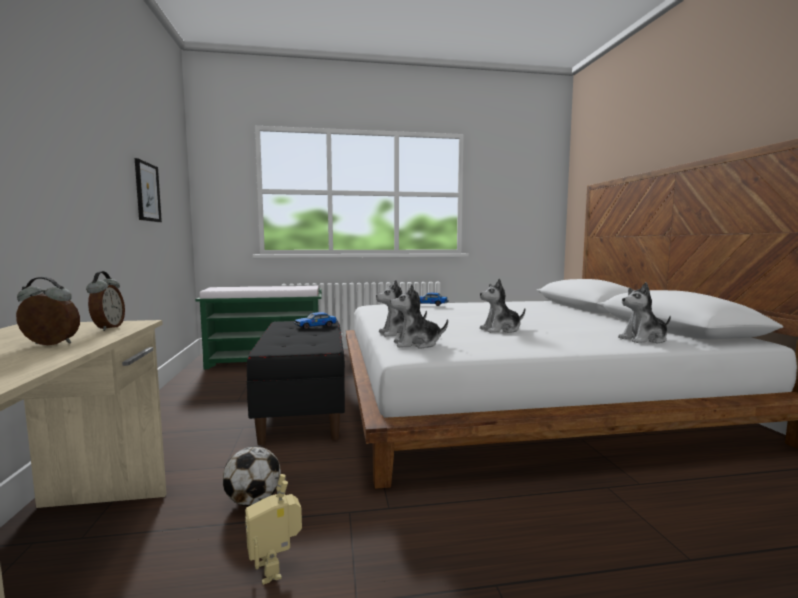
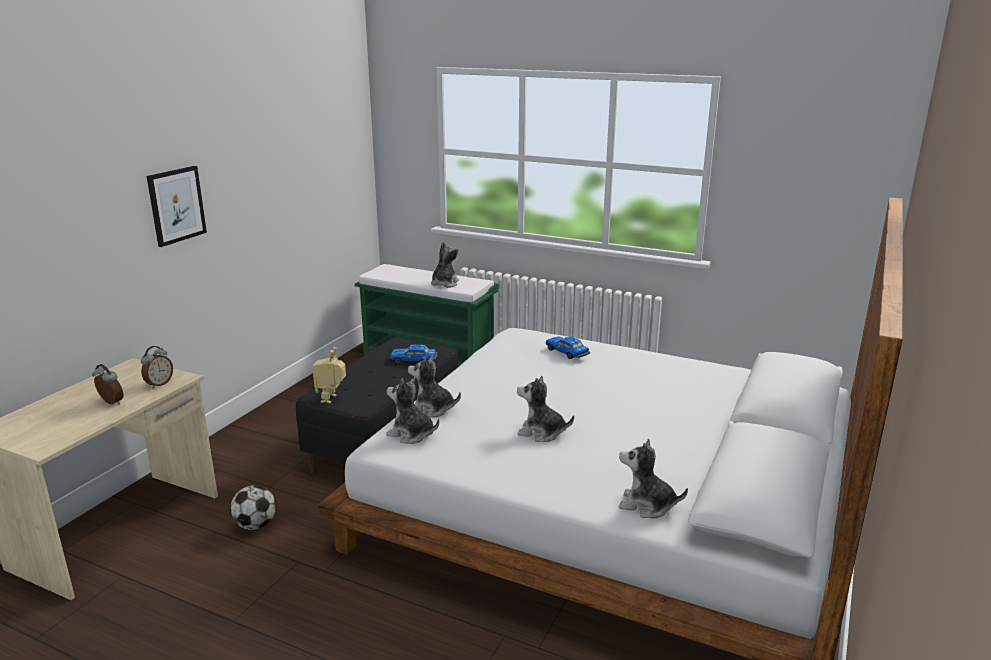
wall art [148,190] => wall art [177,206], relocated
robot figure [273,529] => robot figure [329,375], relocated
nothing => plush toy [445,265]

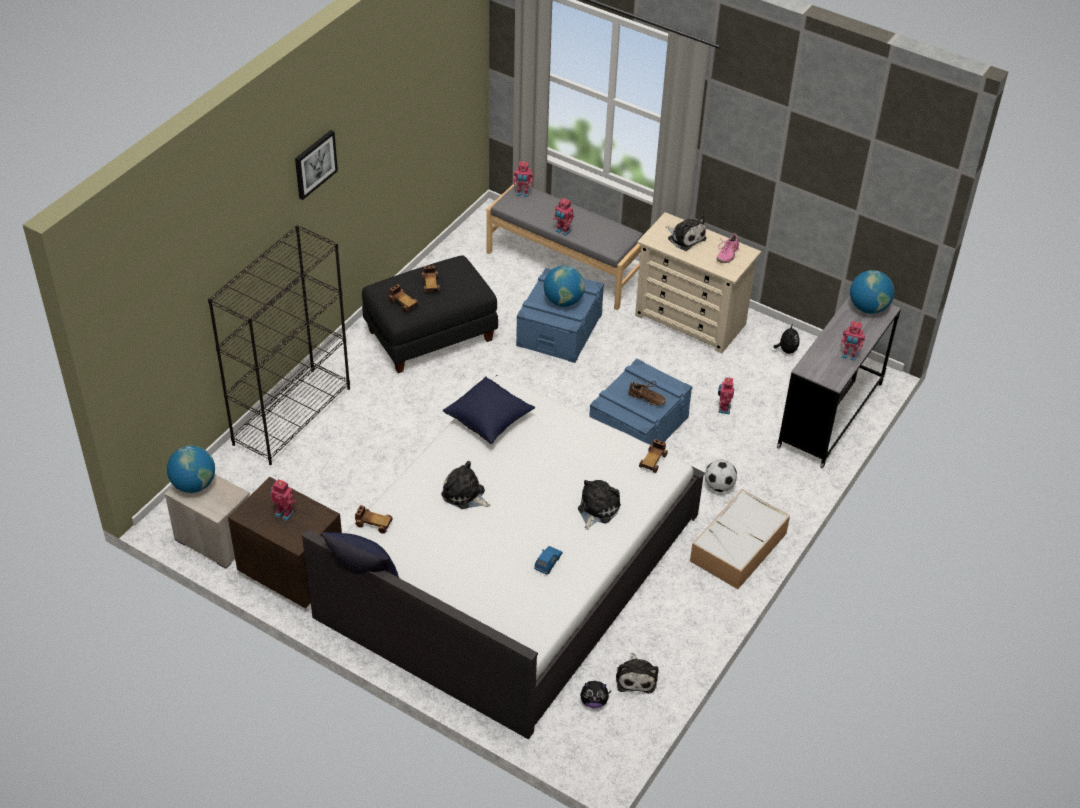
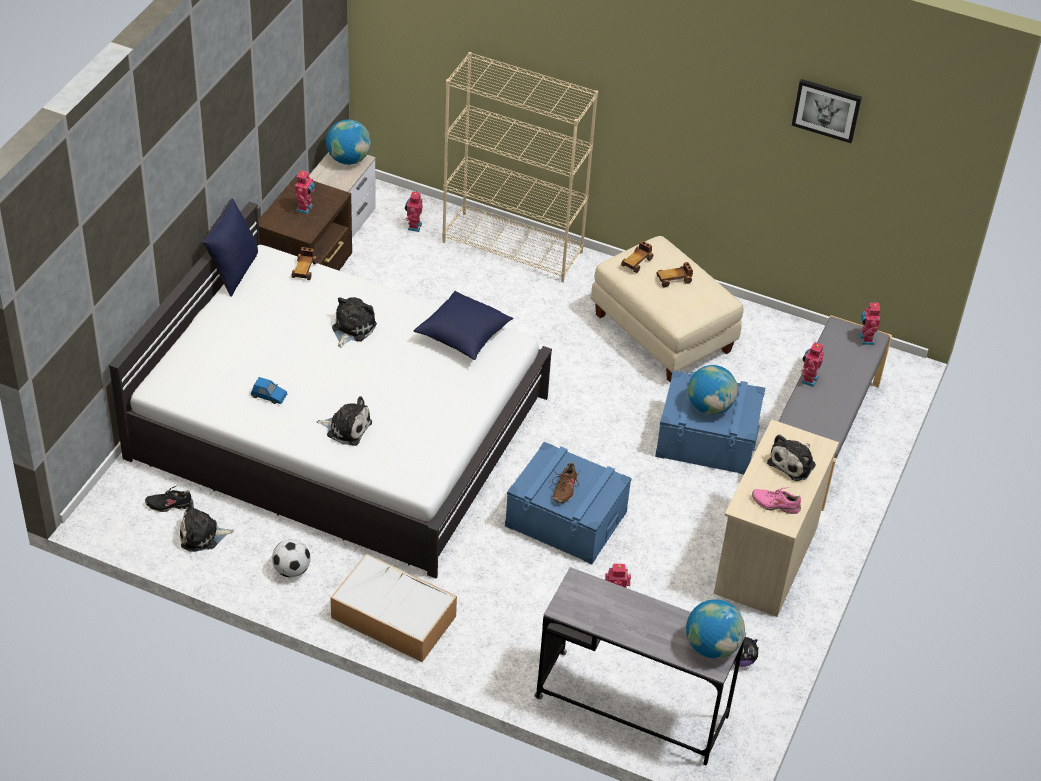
plush toy [595,694] => low shoe/black [169,498]
football ball [721,476] => football ball [291,558], relocated
robot figure [853,341] => robot figure [413,211], relocated
bookcase/black [279,344] => bookcase/beige-coloured [520,167]
ottoman/black [430,314] => ottoman/beige-coloured [667,309]
wall art [316,165] => wall art [827,111], relocated
toy car [653,456] => nothing

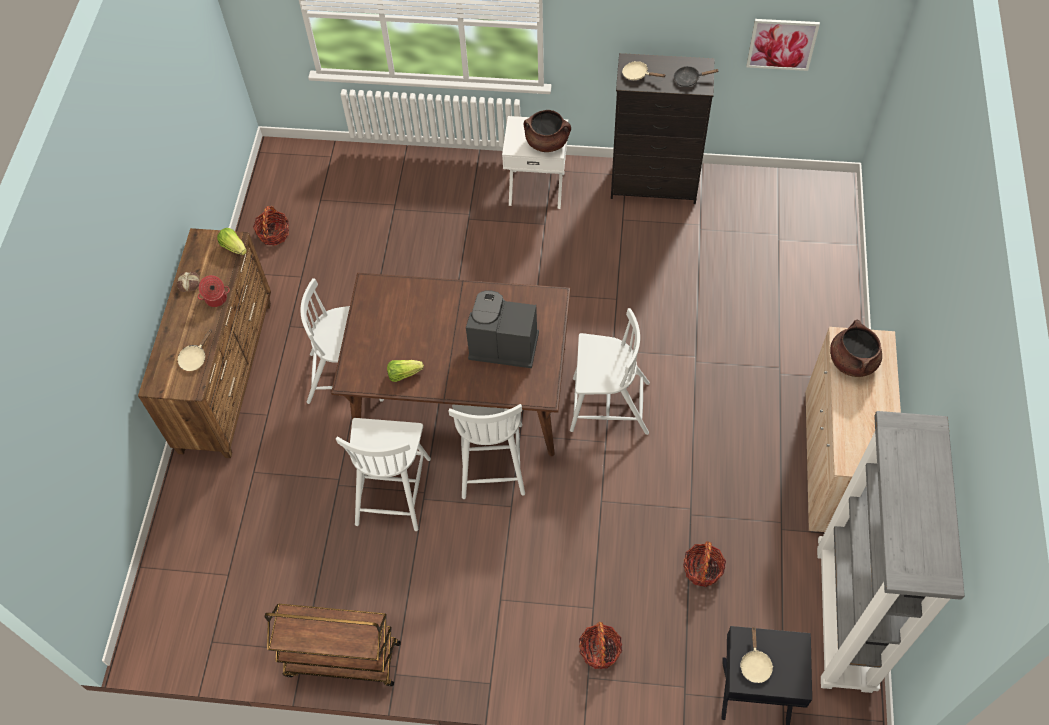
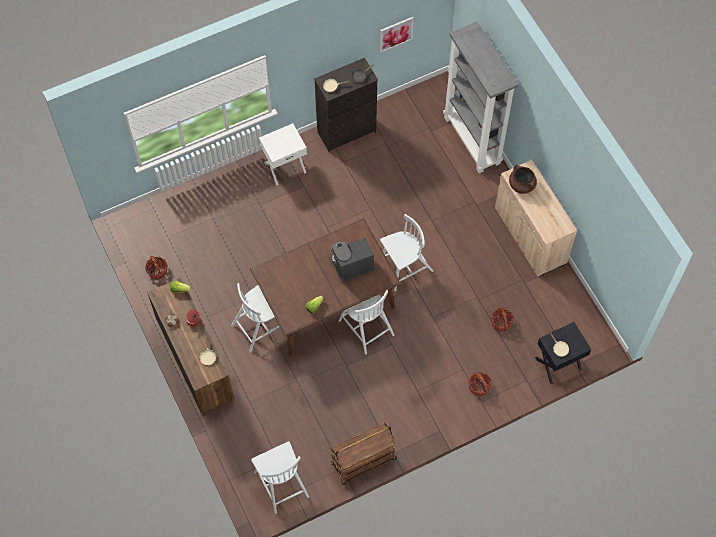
upright chair/whitish [383,474] => upright chair/whitish [280,477], relocated
bookcase/greyish [891,552] => bookcase/greyish [481,97], relocated
cooking pot/brownish [547,131] => nothing

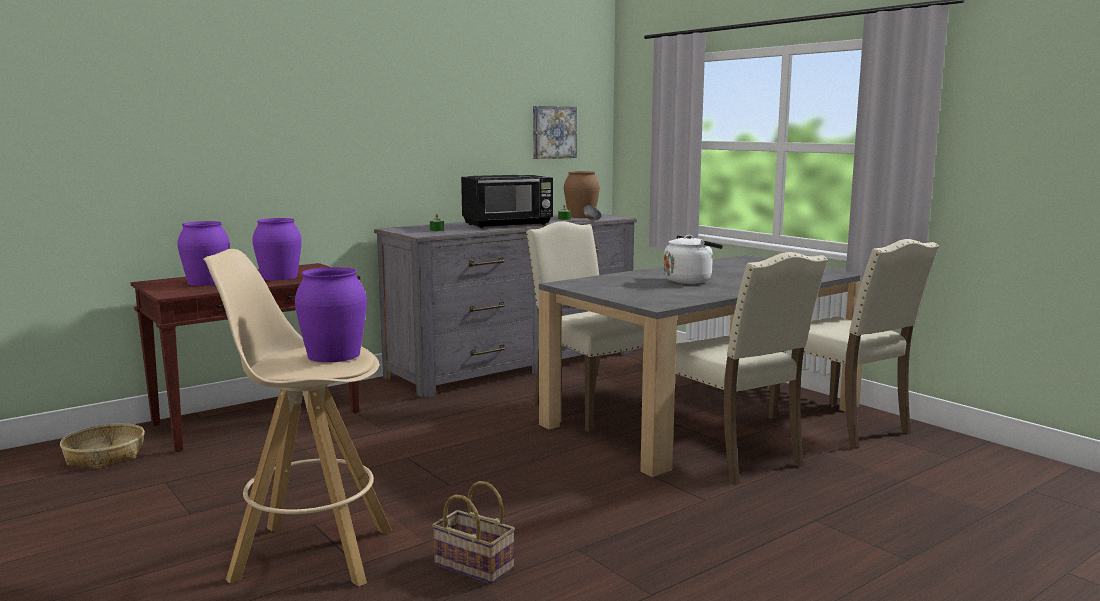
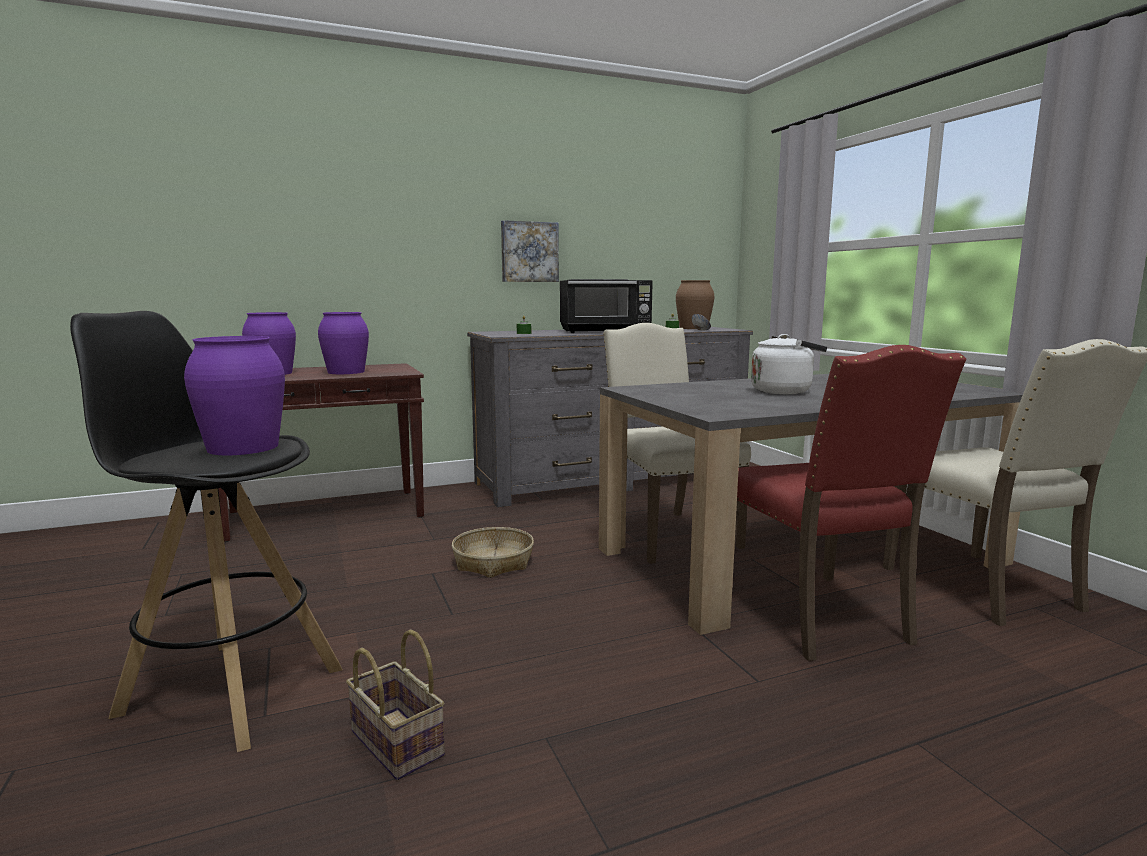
sitting stool/beige-coloured [297,417] => sitting stool/black [206,531]
household basket [102,446] => household basket [493,552], relocated
wall art [555,132] => wall art [530,251], relocated
upright chair/beige-coloured [751,368] => upright chair/red [850,503]

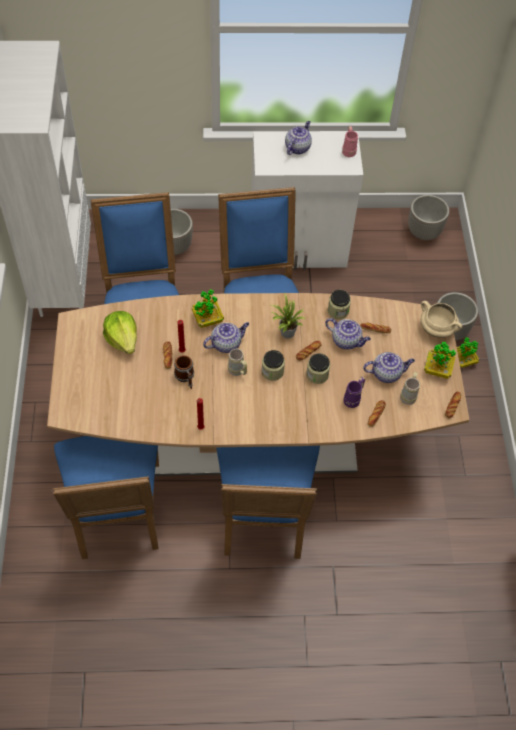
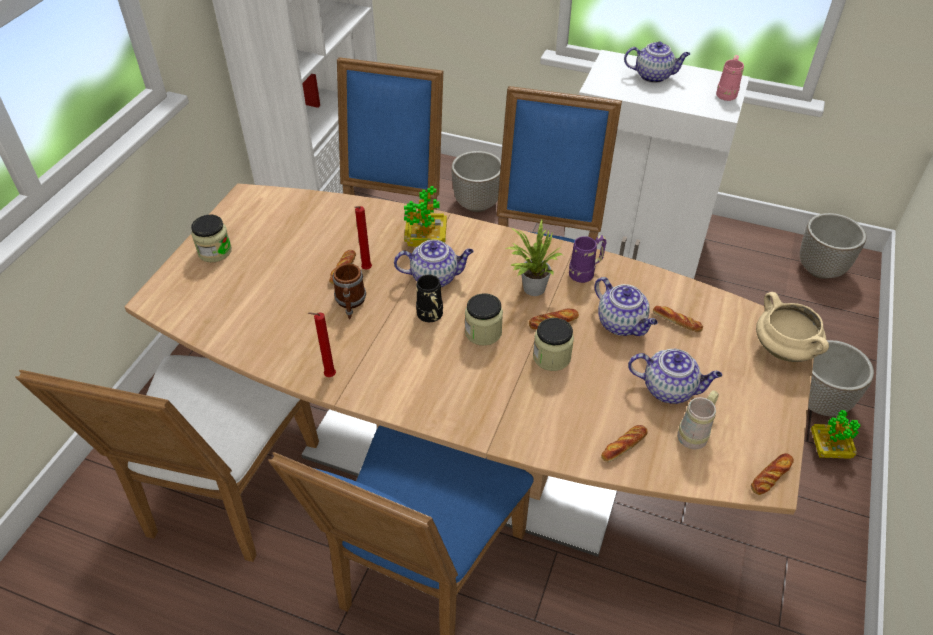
upright chair/blue-coloured [106,497] => upright chair/whitish [167,458]
jar [339,304] => jar [211,238], relocated
mug/beige-coloured [237,362] => mug/black [429,298]
mug/purple-coloured [354,392] => mug/purple-coloured [588,259], relocated
tea pot [298,138] => tea pot [657,62], 45 degrees clockwise
lettuce [120,332] => nothing
plant in a pot [440,360] => nothing

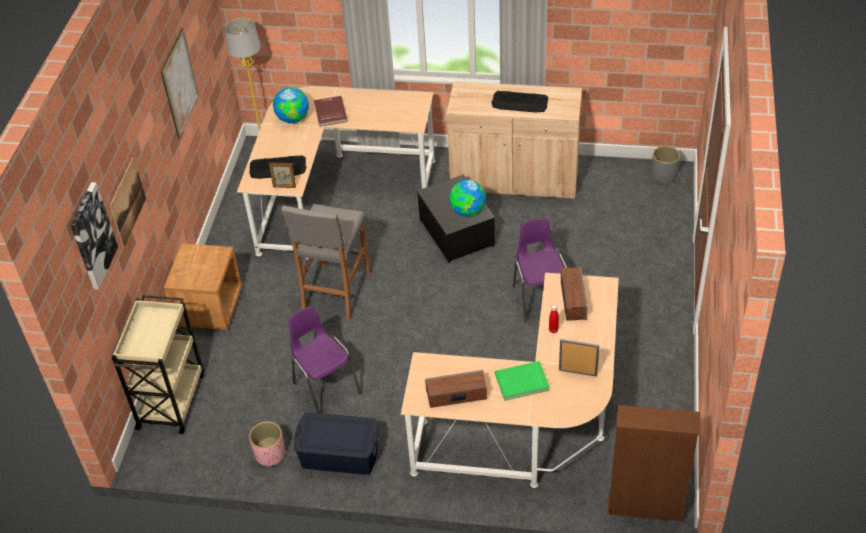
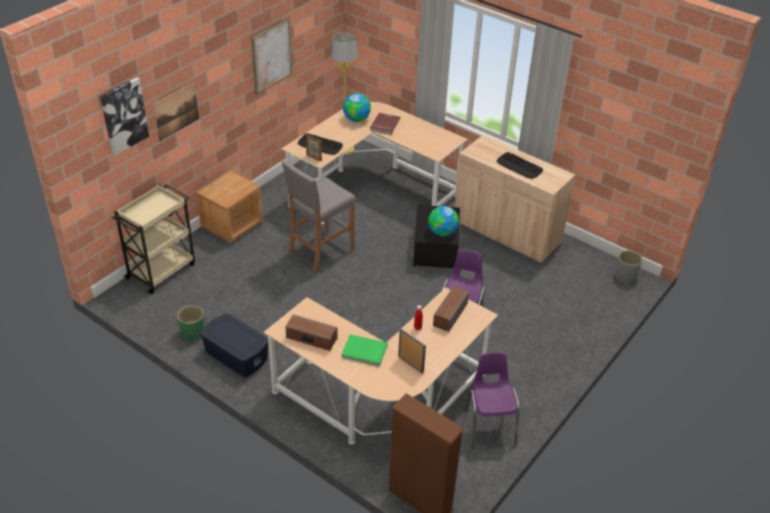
planter/pink-coloured [267,444] => planter/greenish [191,323]
upright chair/purple-coloured [324,359] => upright chair/purple-coloured [492,400], relocated

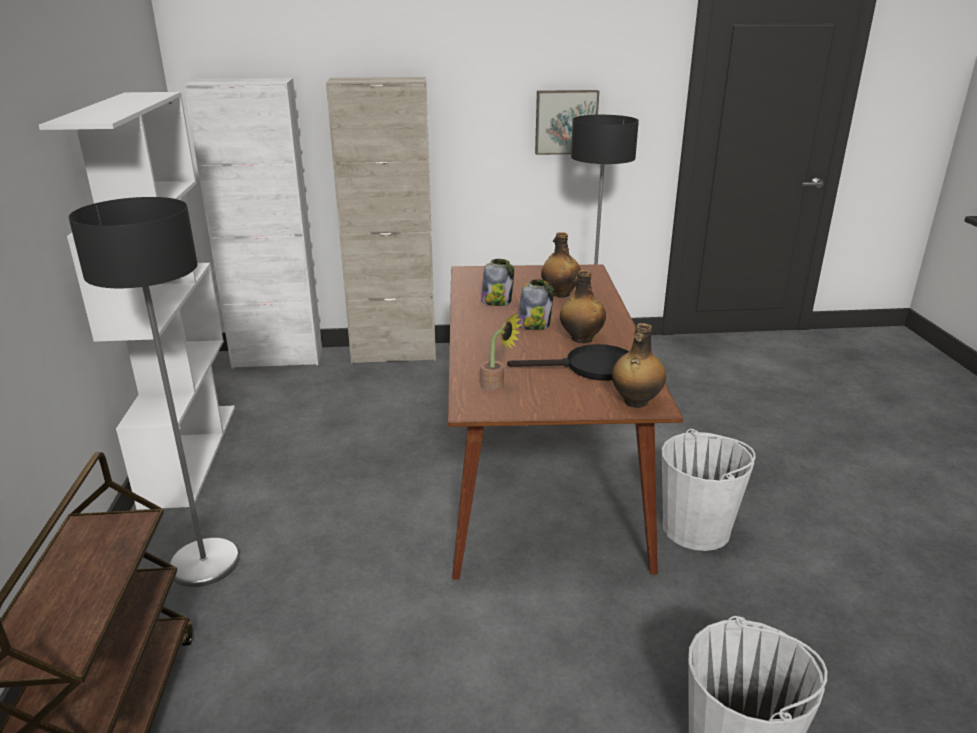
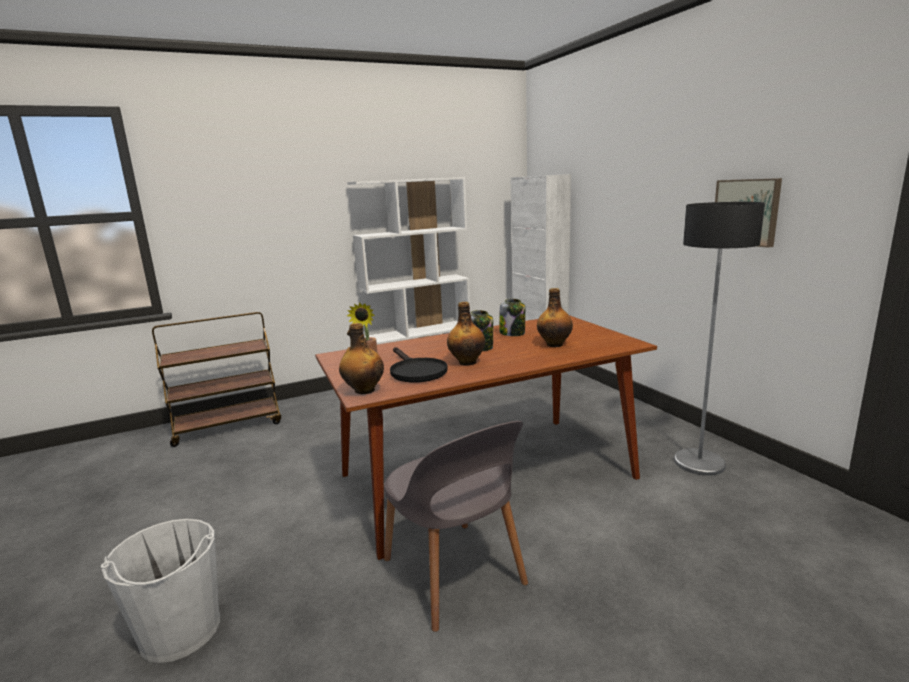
bucket/whitish [708,490] => upright chair/greyish [456,526]
standard lamp [154,392] => nothing
storage cabinet/beige-coloured [381,220] => nothing

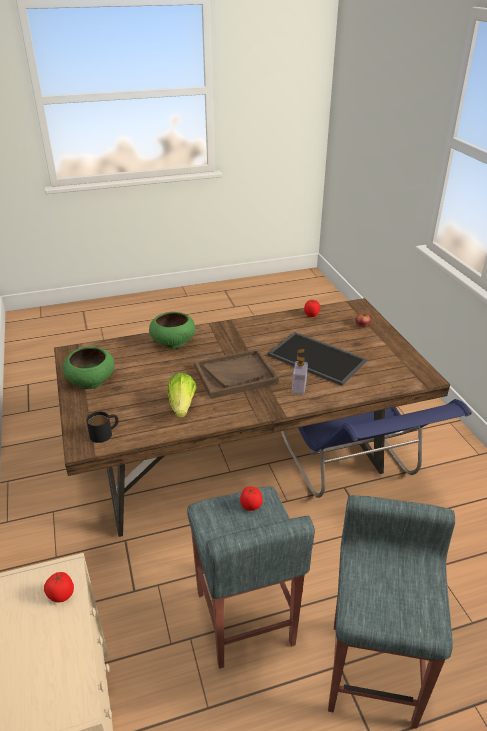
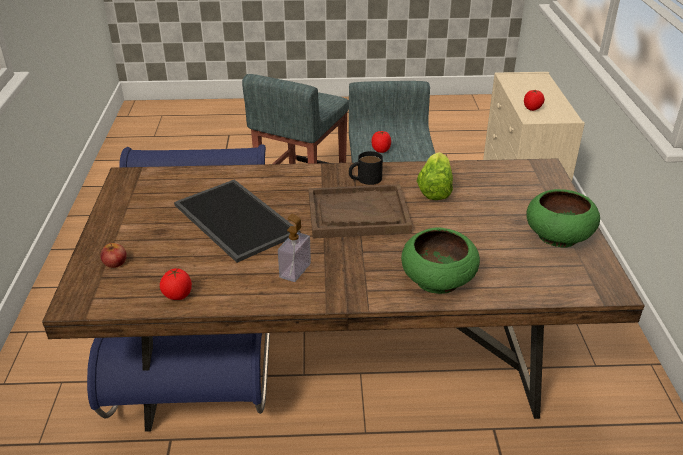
soap bottle [300,371] => soap bottle [294,248], relocated
mug/black [102,427] => mug/black [366,168], relocated

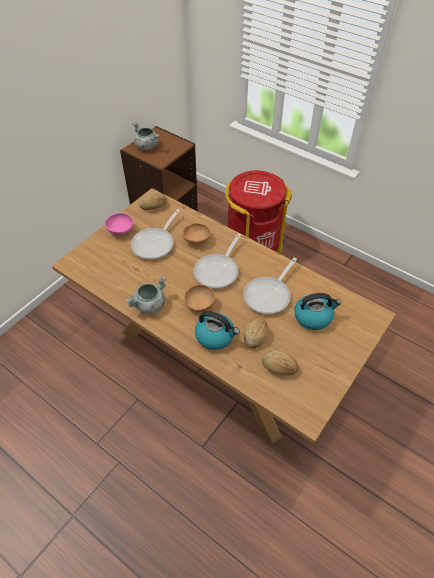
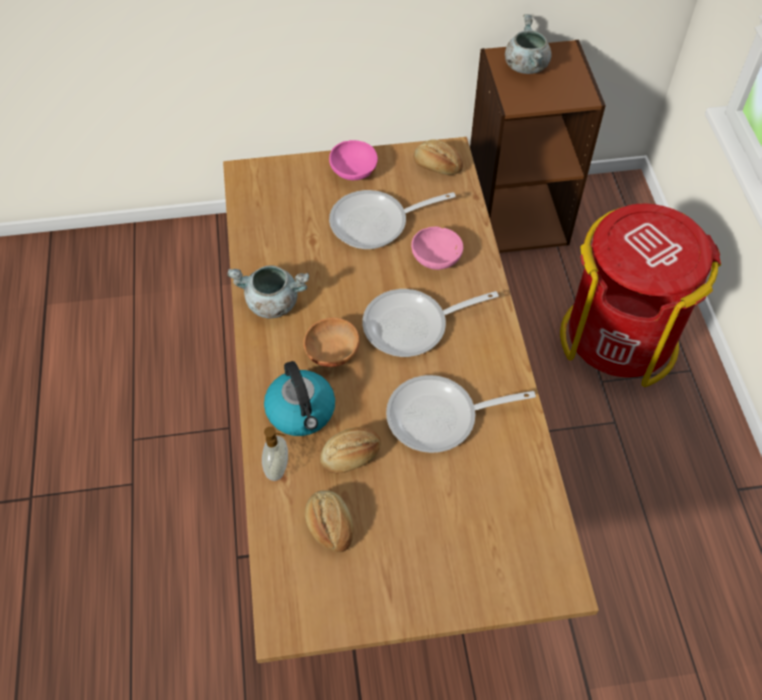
nothing => soap bottle [275,454]
serving bowl/brownish [196,234] => serving bowl/pink-coloured [437,248]
kettle [317,311] => nothing

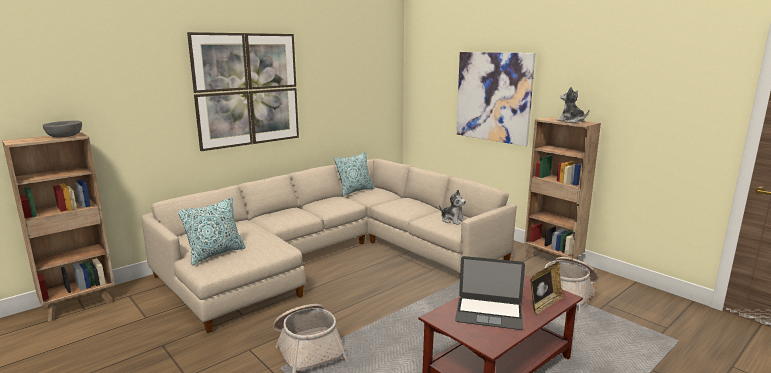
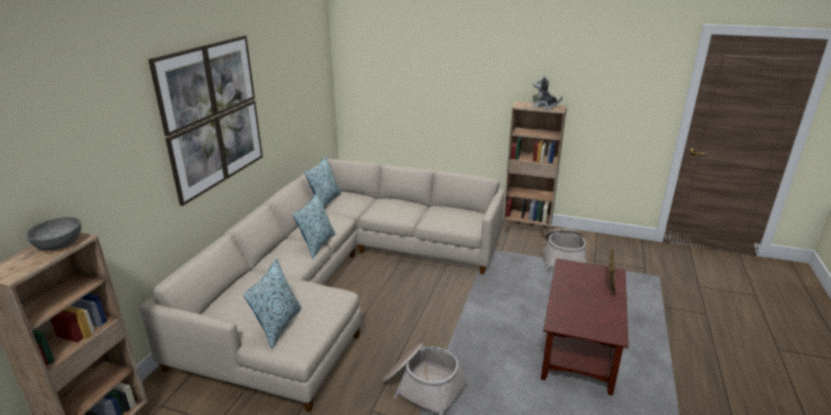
nothing => cushion [314,225]
plush toy [452,207] => nothing
notebook computer [490,293] => nothing
wall art [495,99] => nothing

